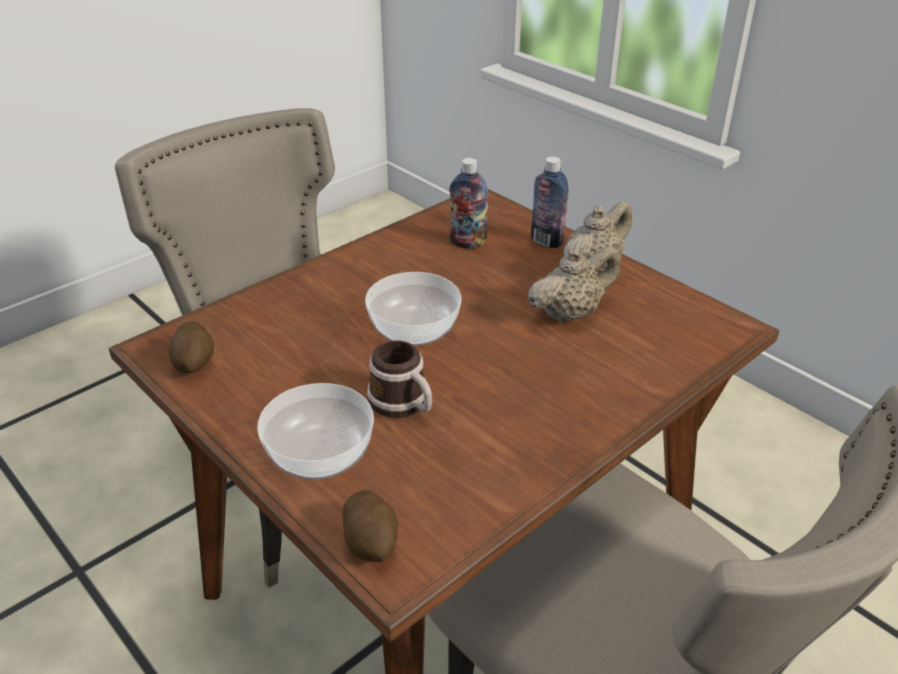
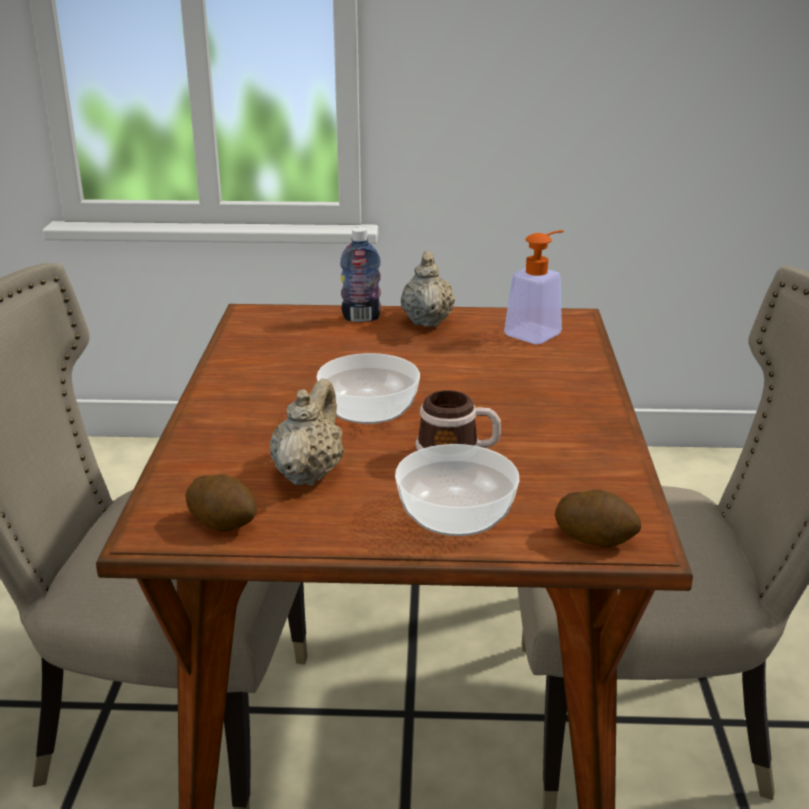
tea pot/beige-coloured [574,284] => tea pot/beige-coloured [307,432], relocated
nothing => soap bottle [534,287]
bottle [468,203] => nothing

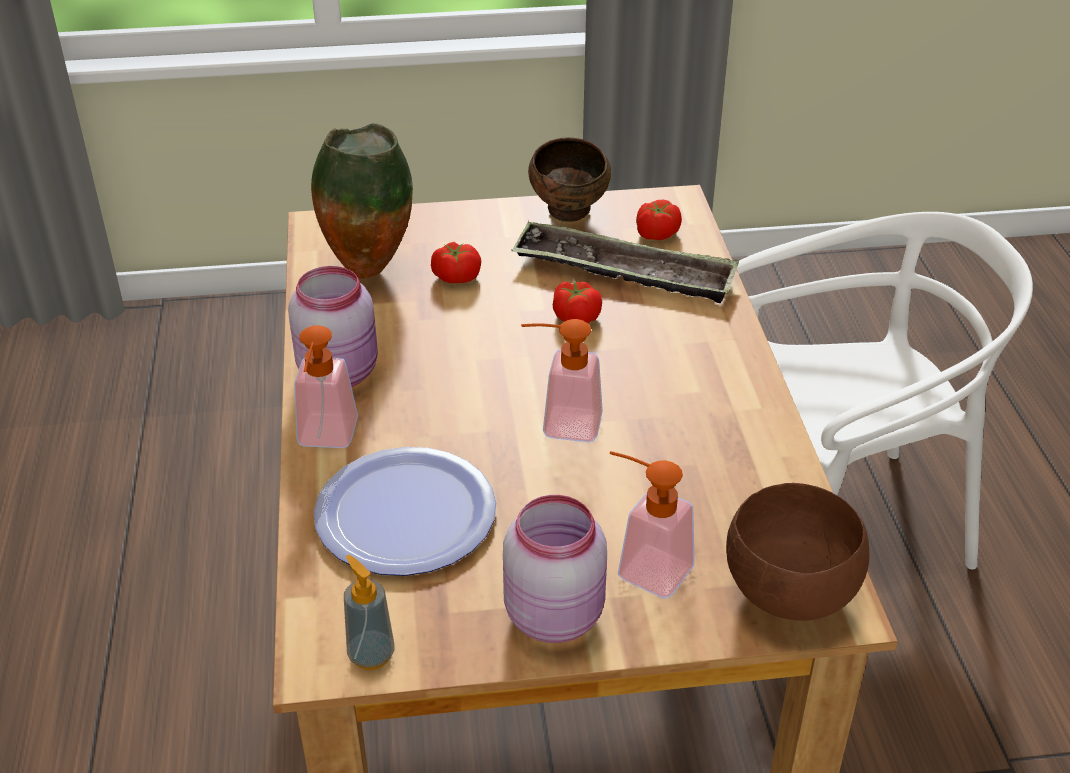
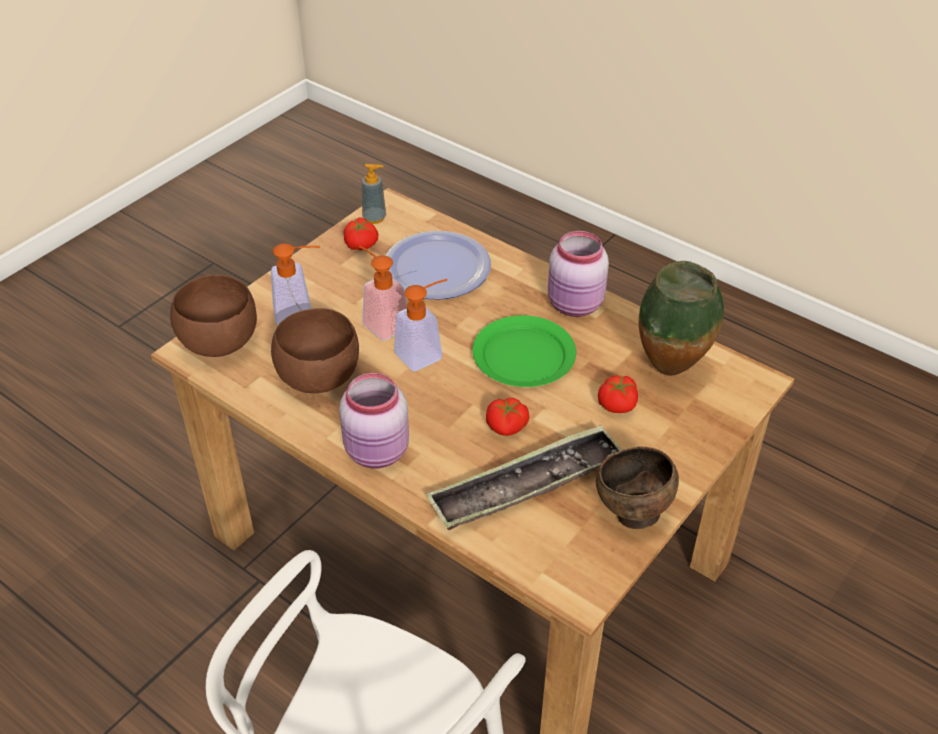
nothing => serving bowl/brownish [315,350]
jar/pink-coloured [555,569] => jar/pink-coloured [374,420], relocated
tomato [659,219] => tomato [361,234], relocated
soap bottle [326,386] => soap bottle [383,293], relocated
nothing => plate/greenish [524,351]

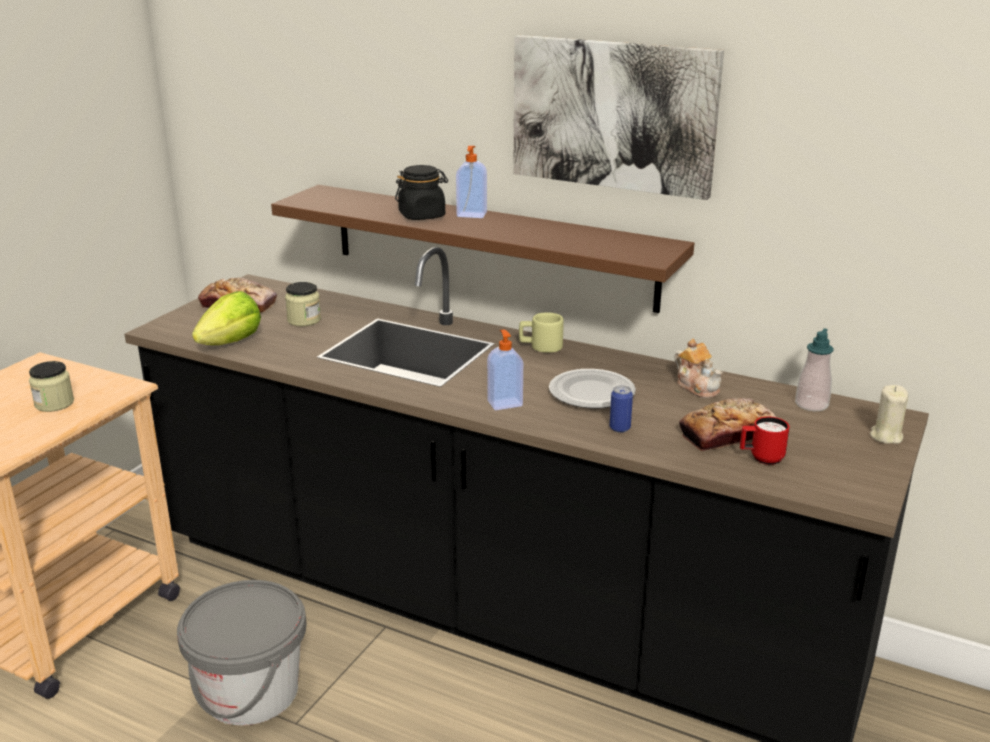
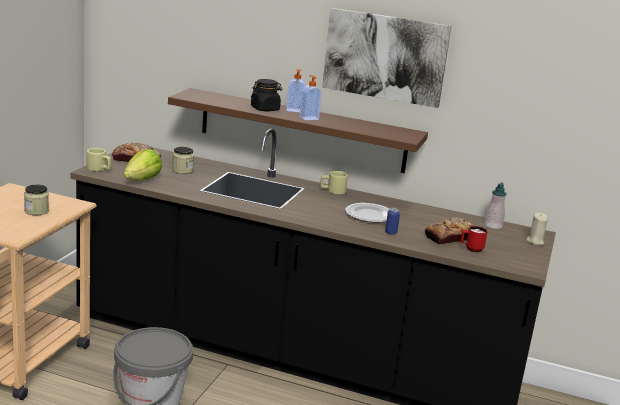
nothing => mug/beige-coloured [98,159]
soap bottle [505,369] => soap bottle [310,97], relocated
tea pot [698,368] => nothing

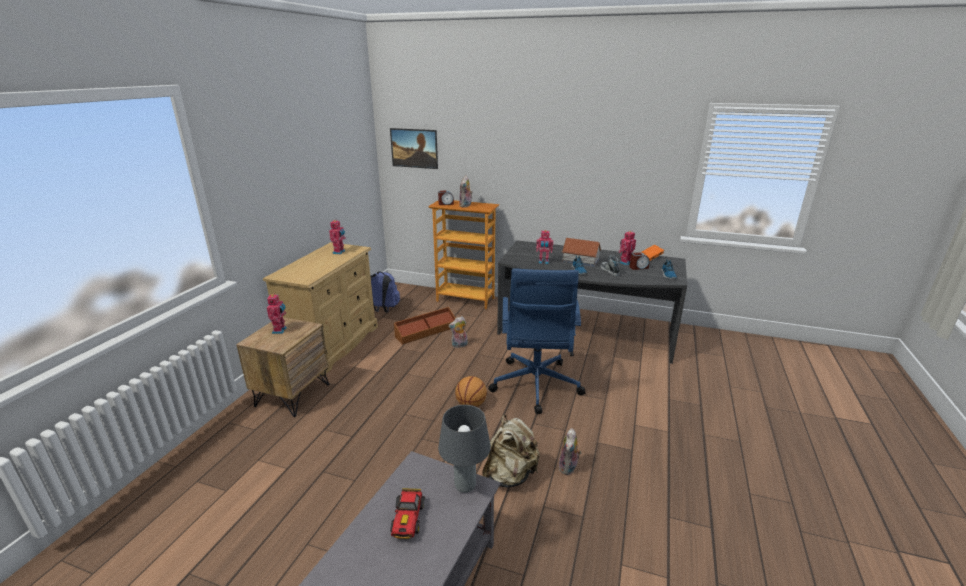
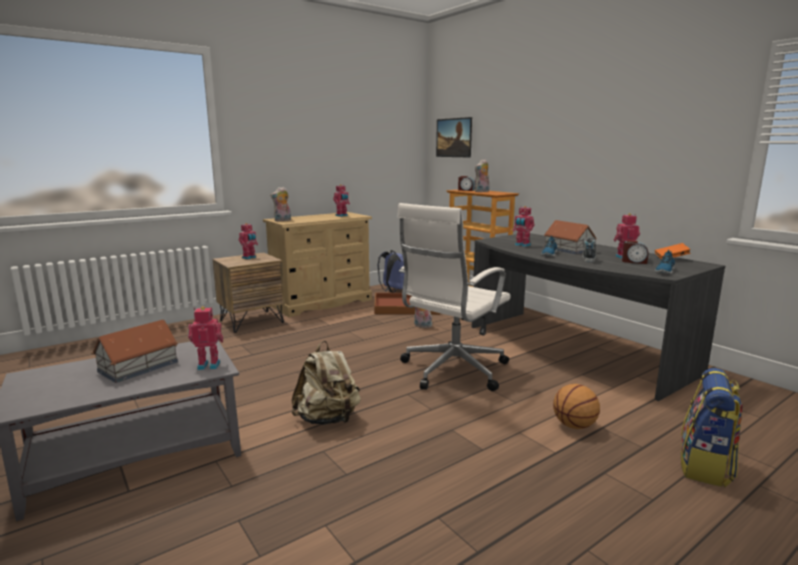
toy car [407,513] => toy house [134,351]
lamp for a table/greyish [464,449] => robot figure [205,338]
plush toy [570,451] => plush toy [280,204], relocated
desk chair/blue-coloured [537,341] => desk chair/whitish [454,297]
ball for basketball [471,391] => ball for basketball [576,406], relocated
nothing => backpack [711,427]

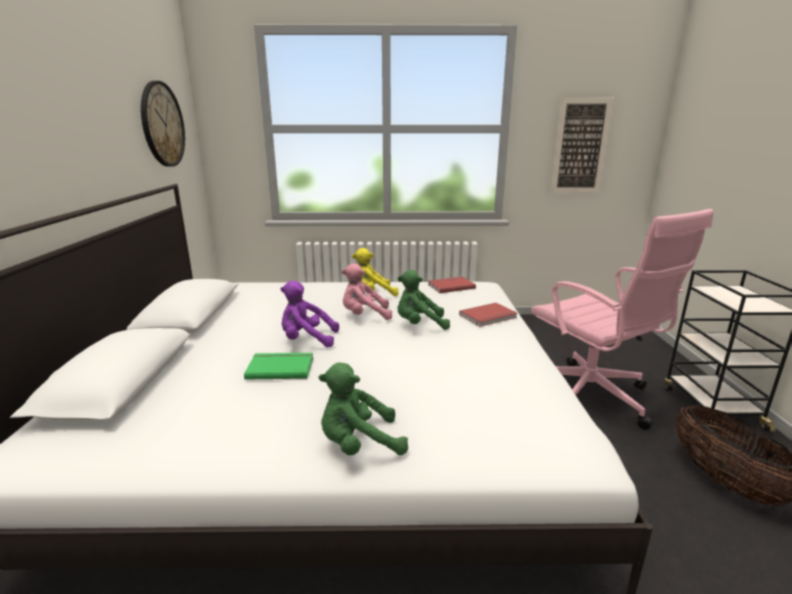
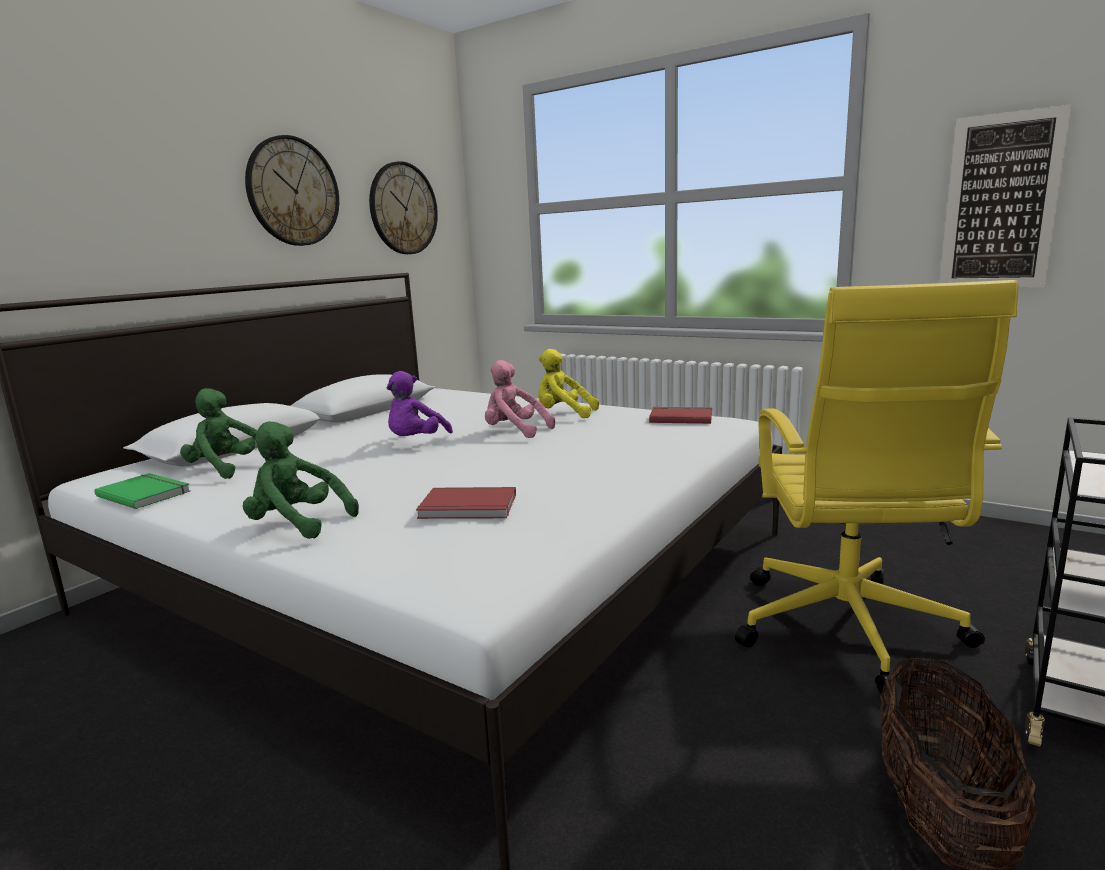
volume/greenish [278,366] => volume/greenish [142,491], relocated
plush toy/greenish [423,300] => plush toy/greenish [224,433], relocated
nothing => clock on the wall [292,190]
plush toy/purple-coloured [309,314] => plush toy/purple-coloured [419,403], 105 degrees counterclockwise
volume/red [488,315] => volume/red [466,503], relocated
desk chair/pink-coloured [622,319] => desk chair/yellow-coloured [876,487]

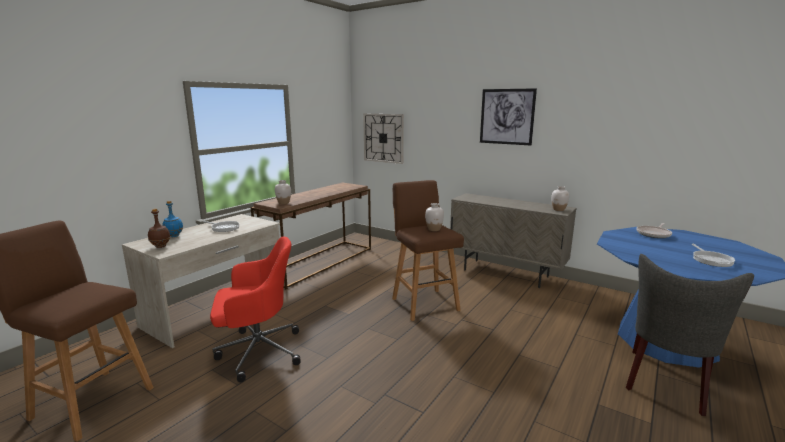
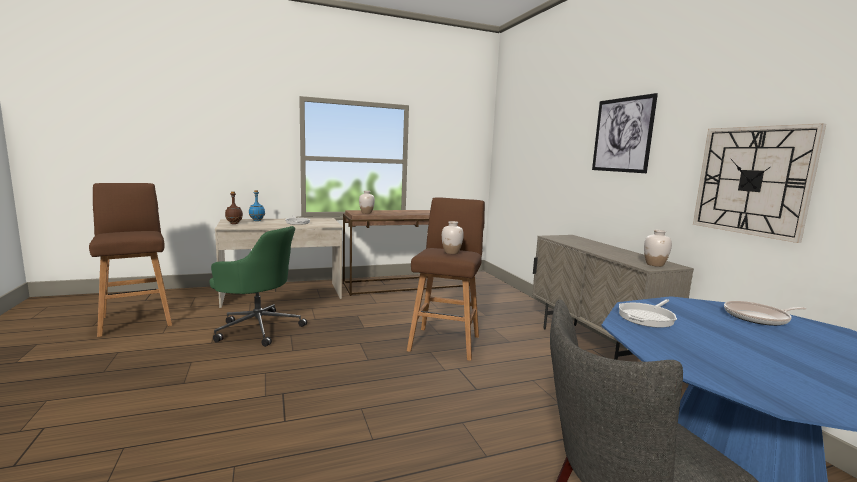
desk chair/red [255,309] => desk chair/greenish [258,286]
frying pan [713,255] => frying pan [648,313], relocated
clock on the wall [383,139] => clock on the wall [759,183], relocated

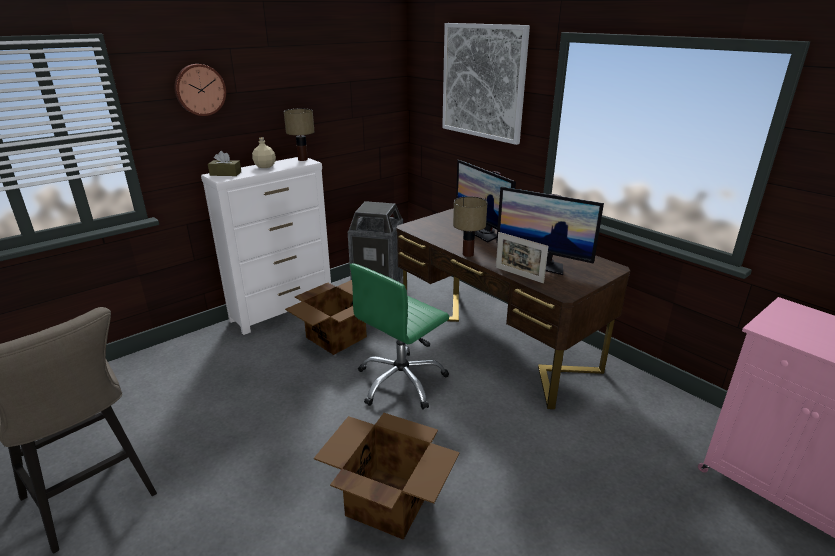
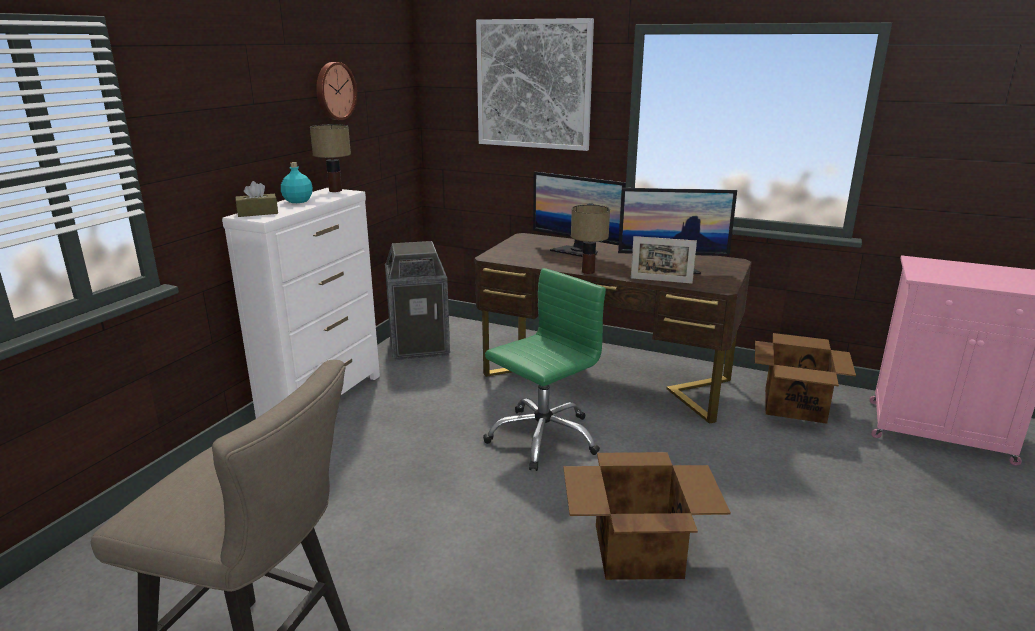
bottle/beige-coloured [264,152] => bottle/turquoise [297,182]
clock on the wall [200,90] => clock on the wall [336,91], relocated
desk chair/greenish [399,336] => desk chair/greenish [544,369], 150 degrees counterclockwise
packing box [326,317] => packing box [805,378], relocated

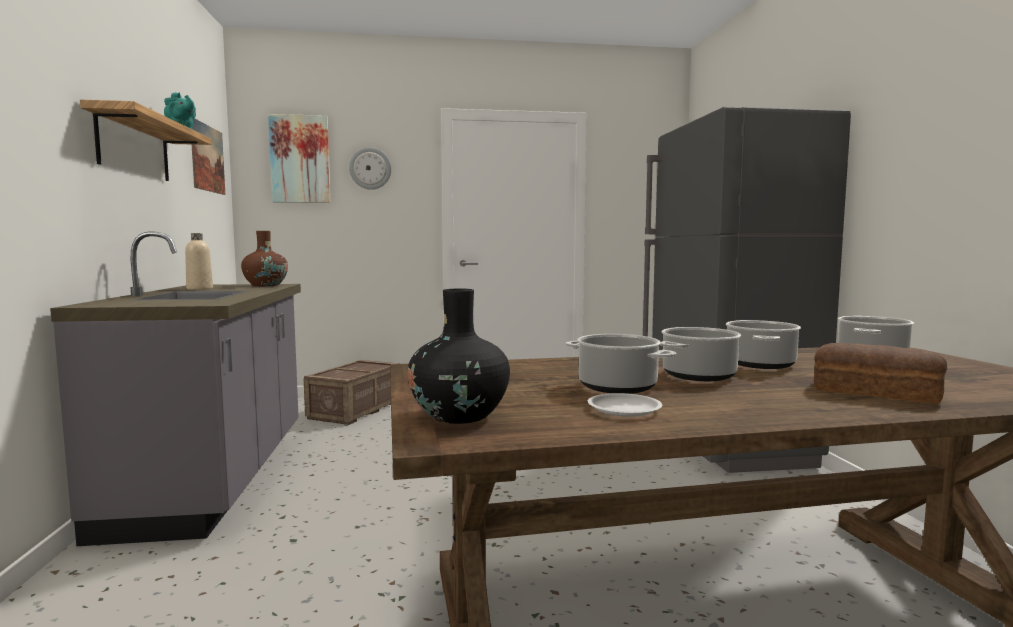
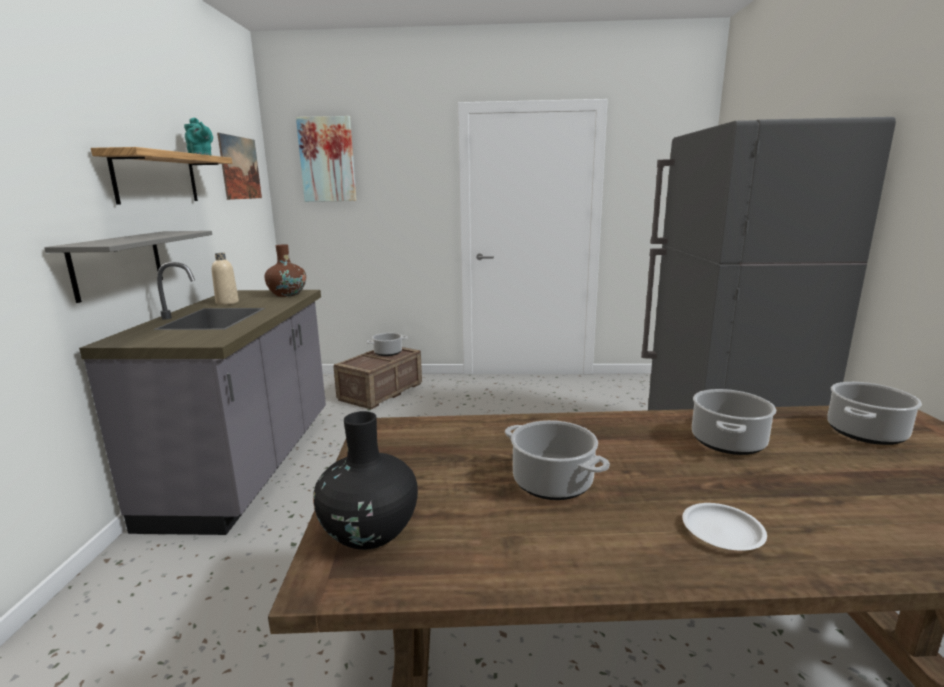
nothing => bracket shelf/greyish [128,267]
cooking pot [700,354] => cooking pot [387,344], relocated
plate/whitish [625,405] => plate/whitish [725,527], relocated
clock on the wall [370,168] => nothing
bread [880,373] => nothing

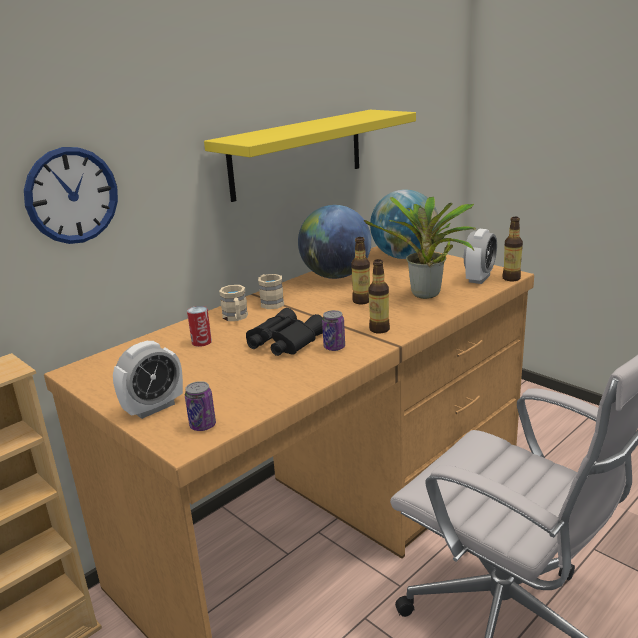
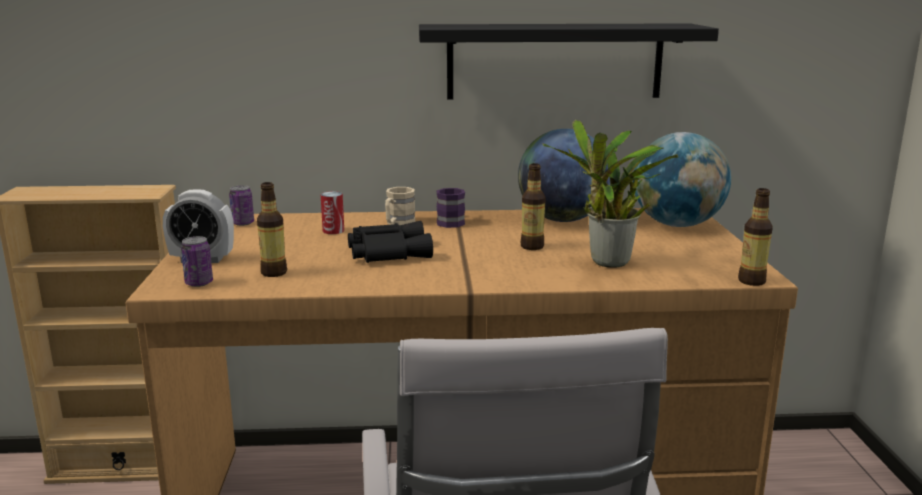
sealed can [333,330] => sealed can [241,205], relocated
bottle [379,296] => bottle [272,229], relocated
bracket shelf/yellow-coloured [310,156] => bracket shelf/black [569,61]
mug/beige-coloured [271,291] => mug/purple-coloured [450,208]
clock on the wall [71,195] => nothing
table clock [480,256] => nothing

